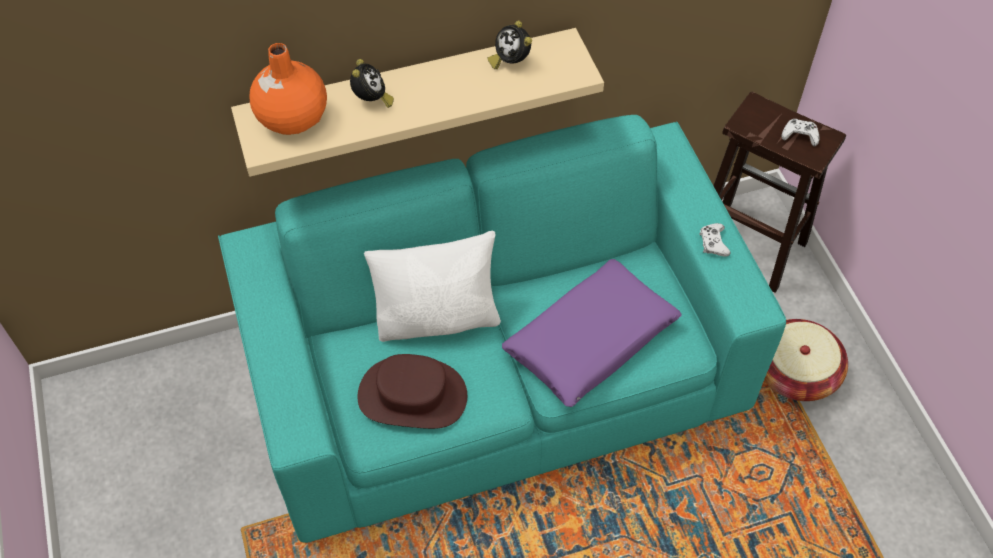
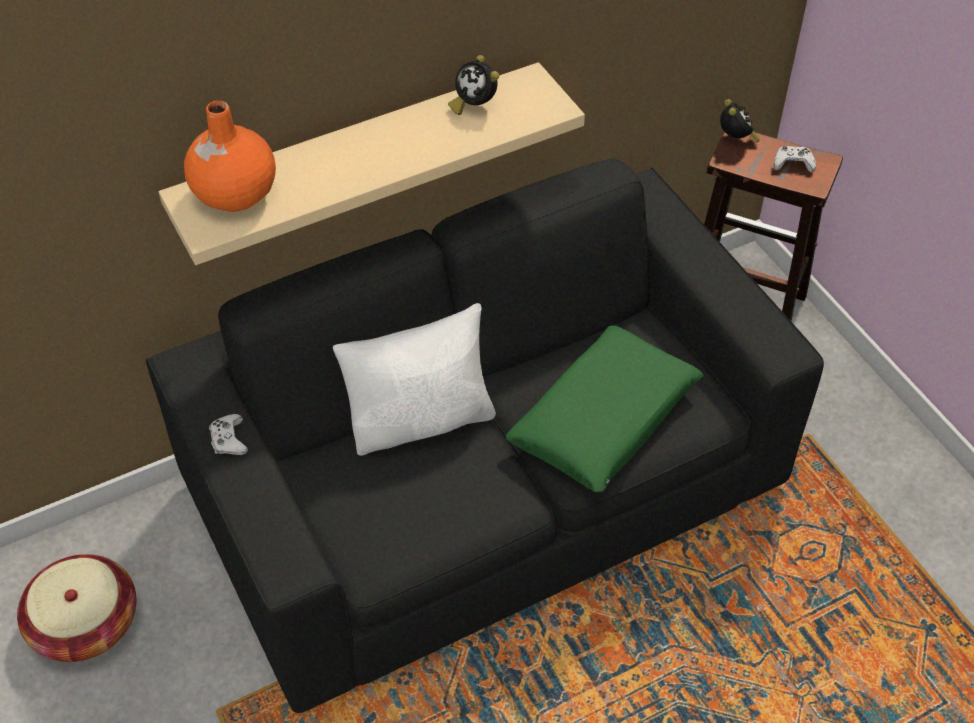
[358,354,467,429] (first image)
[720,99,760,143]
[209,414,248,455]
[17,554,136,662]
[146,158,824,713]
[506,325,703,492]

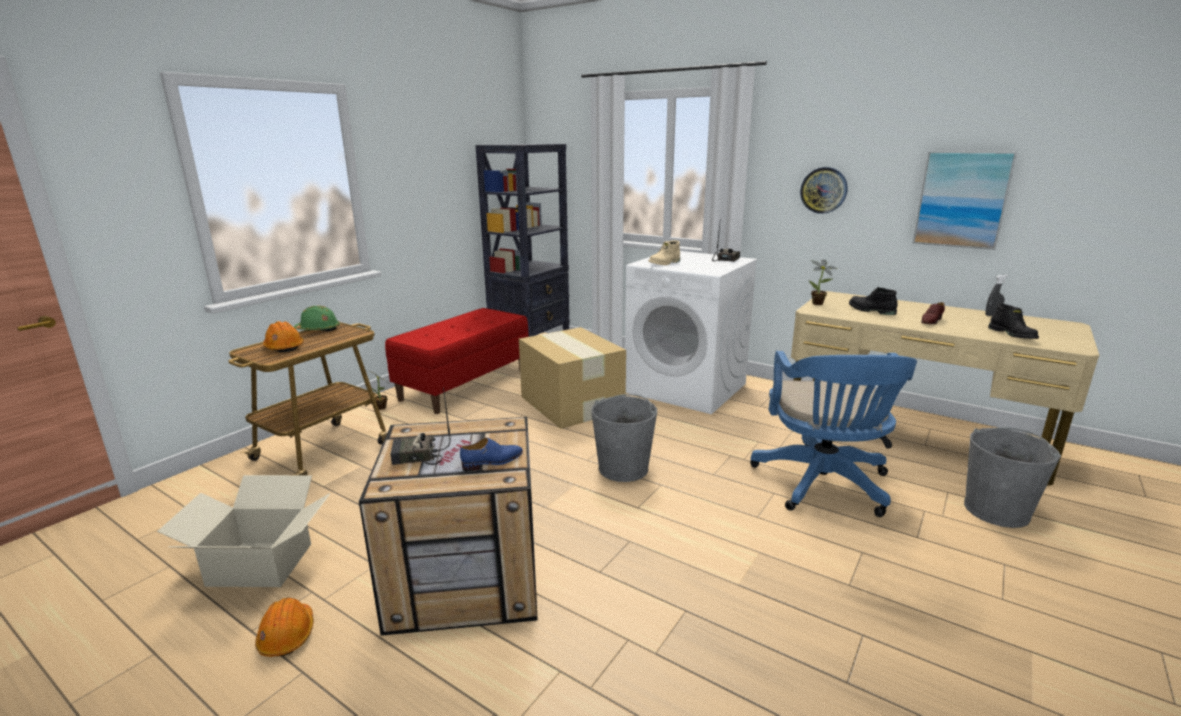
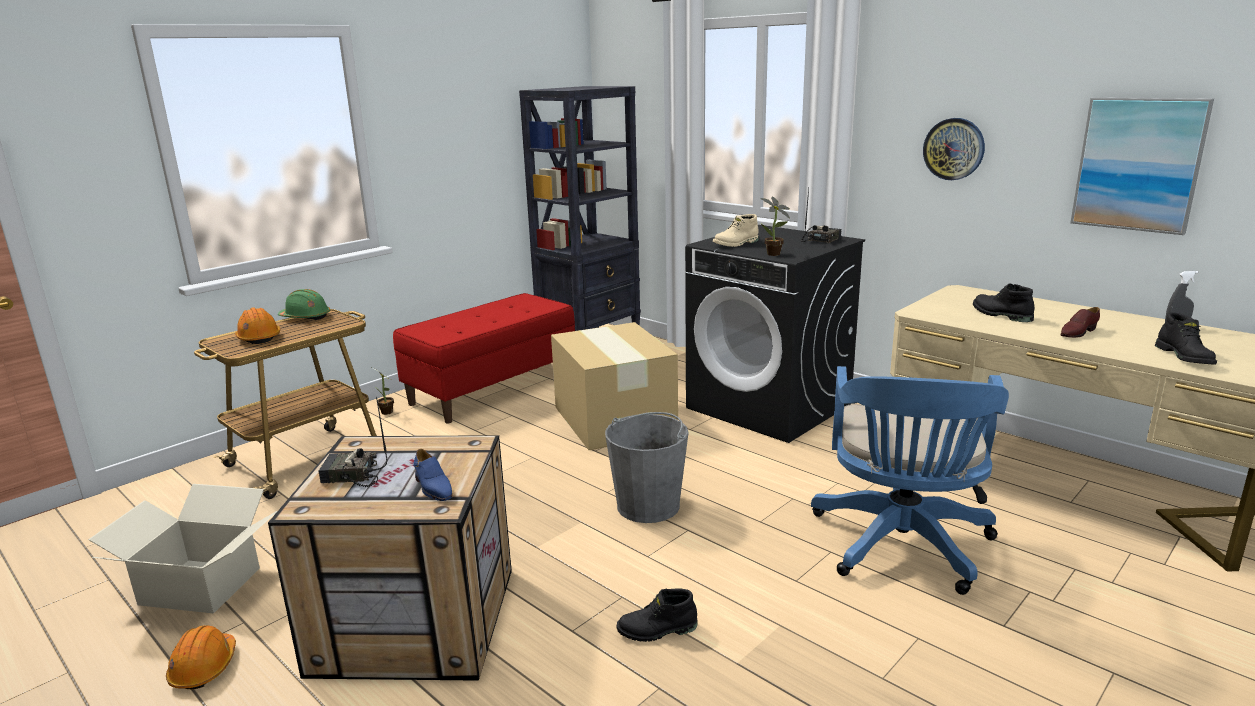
[964,427,1061,528] (first image)
[616,589,697,642]
[761,196,790,256]
[685,225,865,443]
[413,449,452,501]

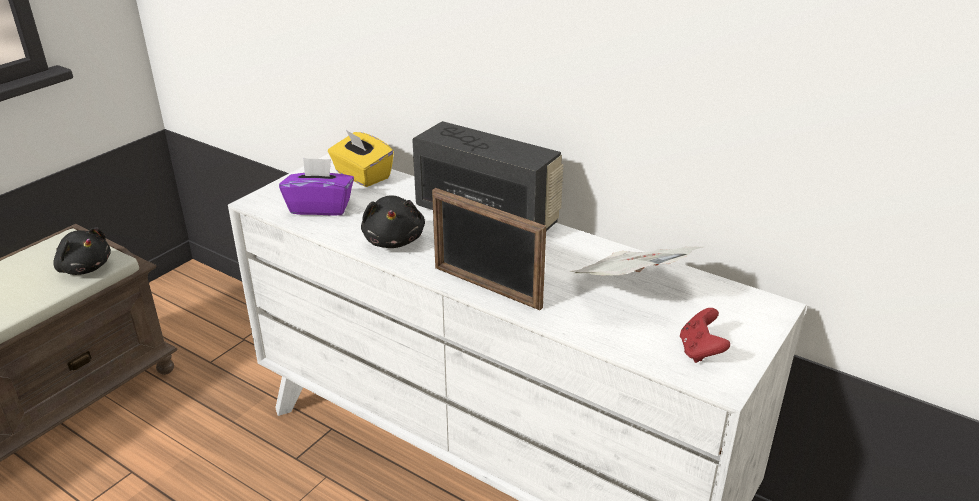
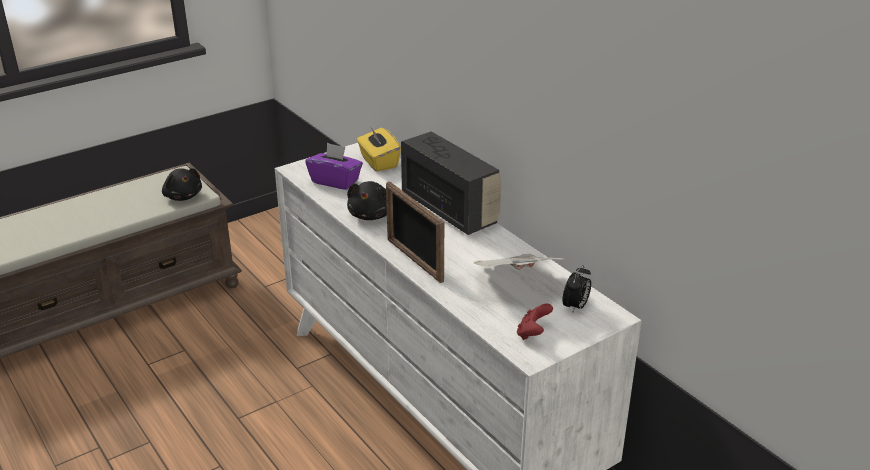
[562,265,591,314]

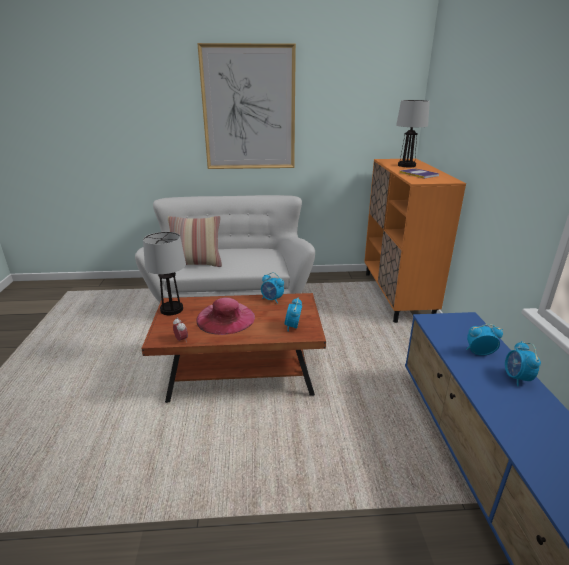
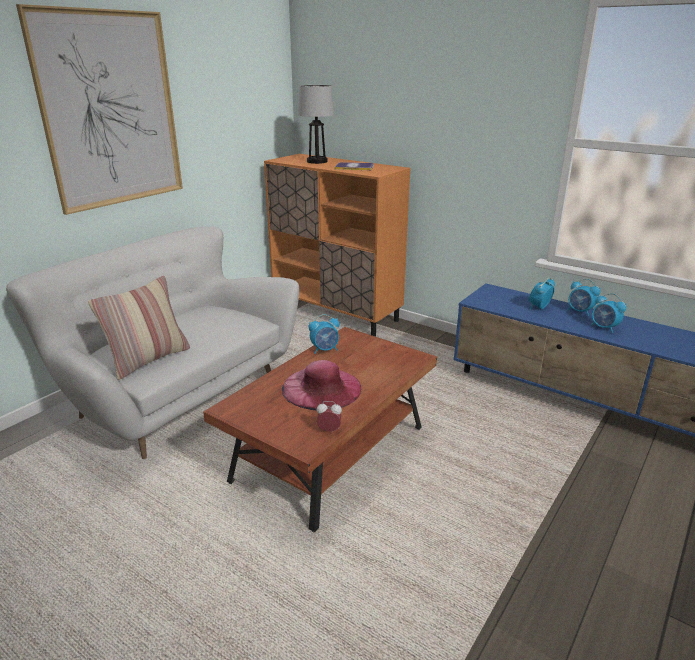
[143,232,186,315] (first image)
[591,293,627,333]

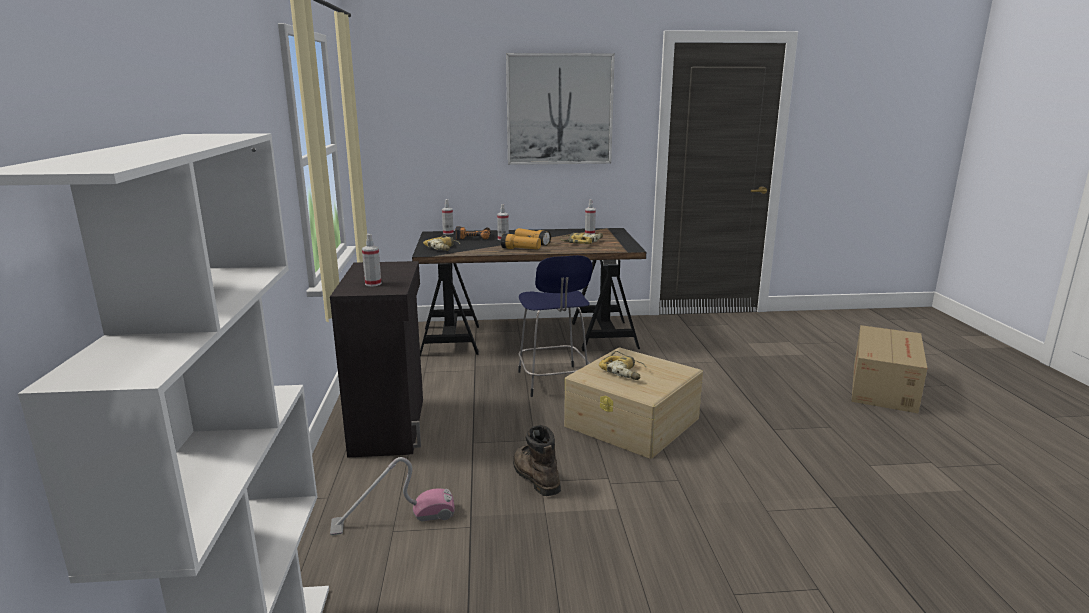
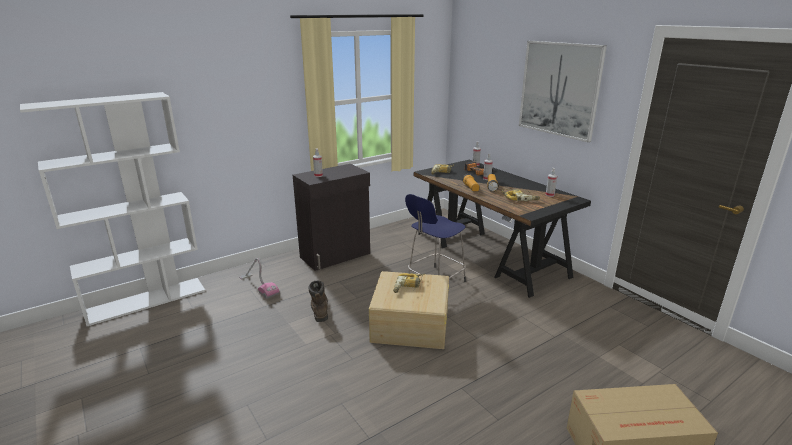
[308,280,328,322]

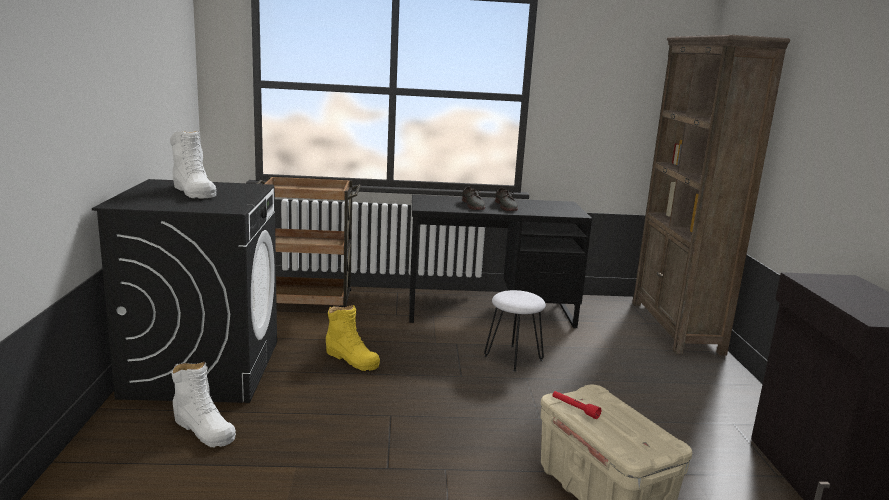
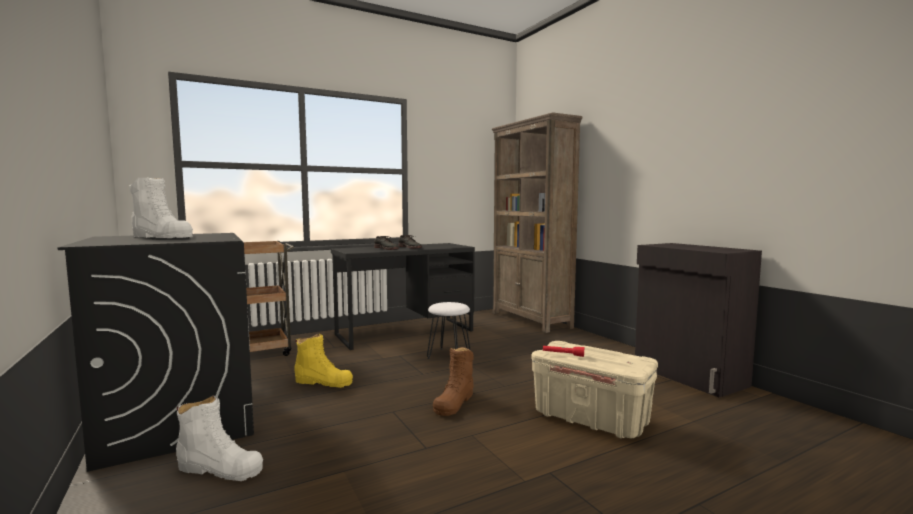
[433,347,474,416]

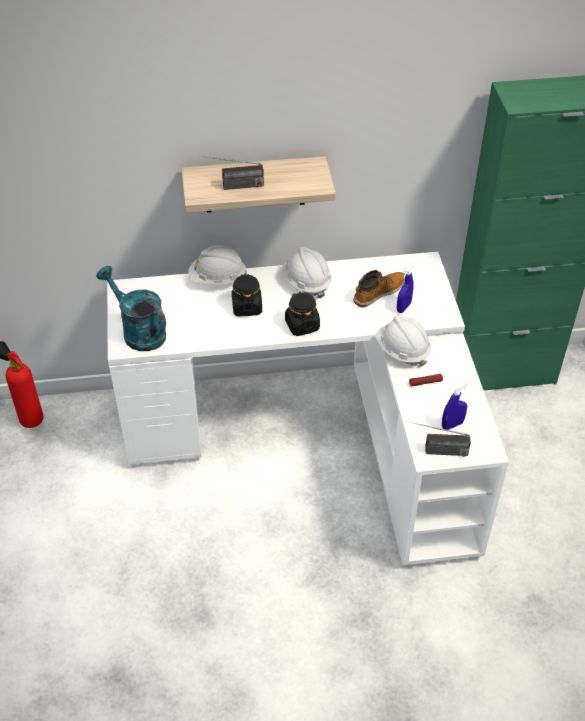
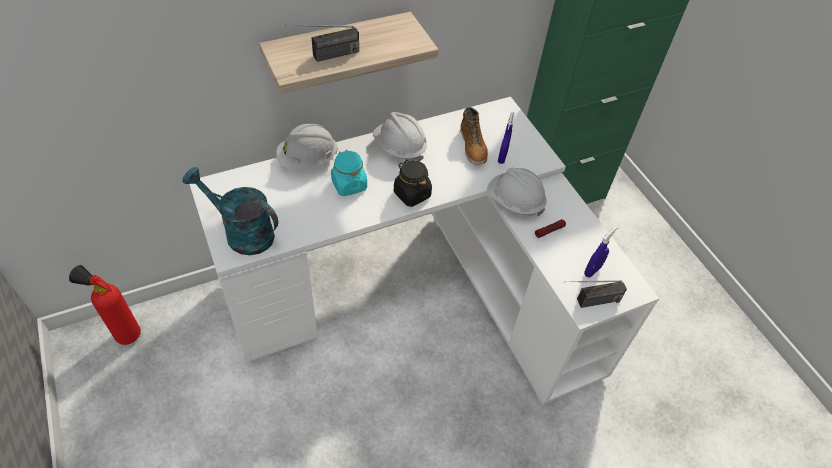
[331,150,367,196]
[460,107,488,165]

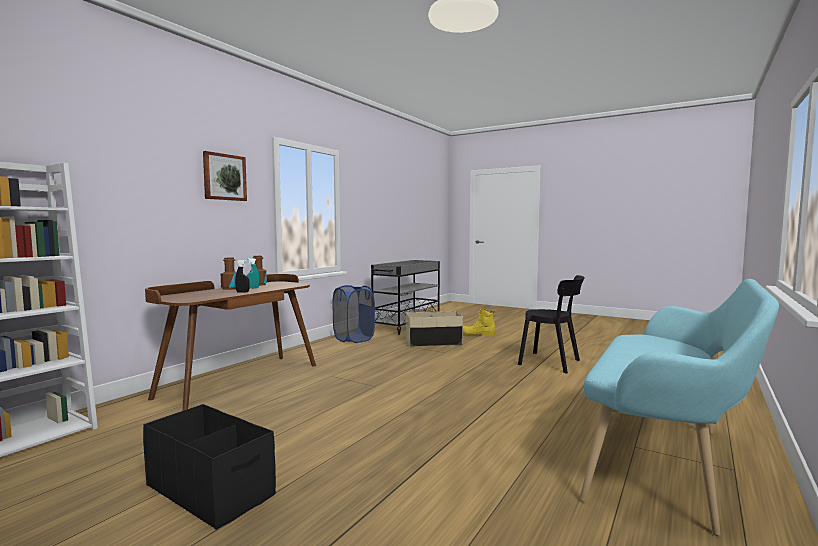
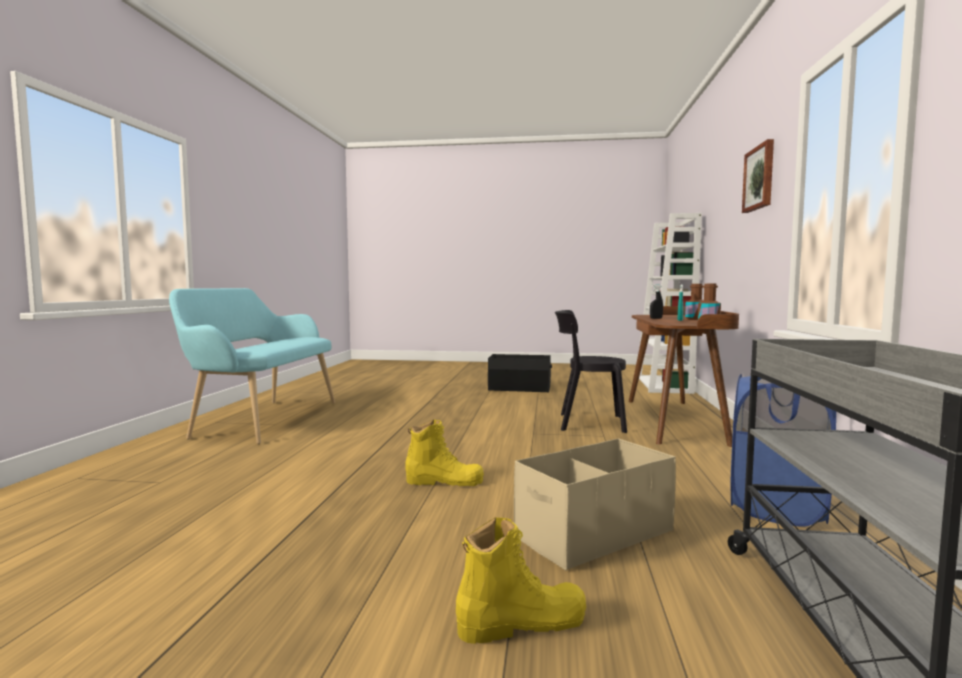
[405,420,484,486]
[555,310,627,433]

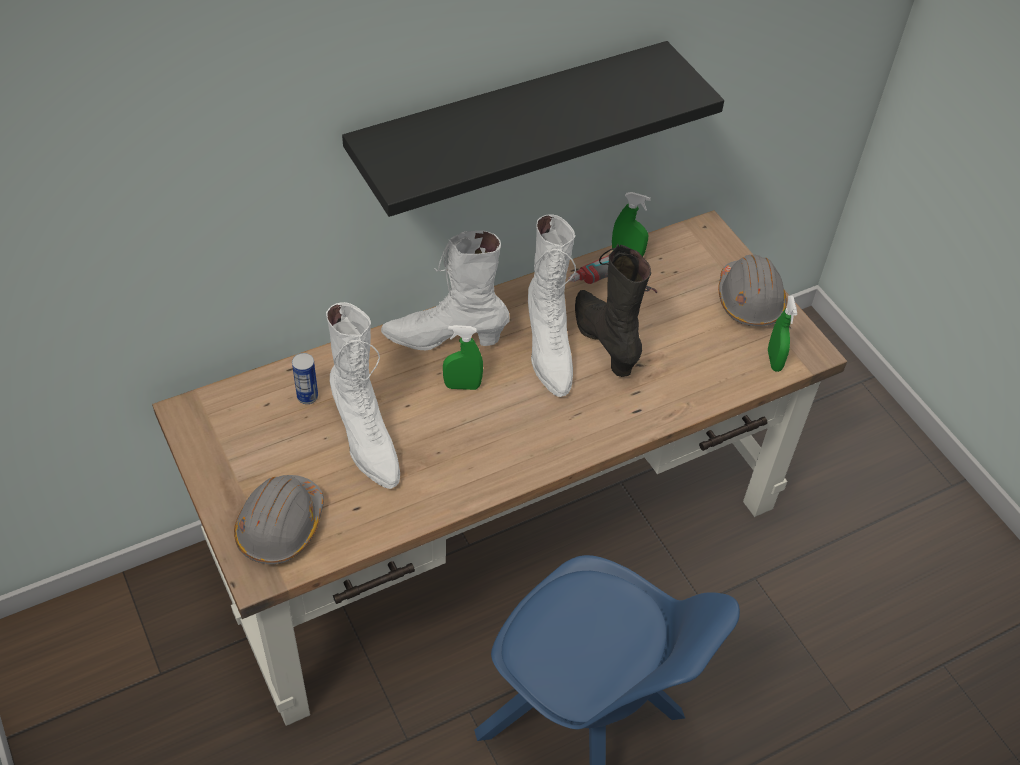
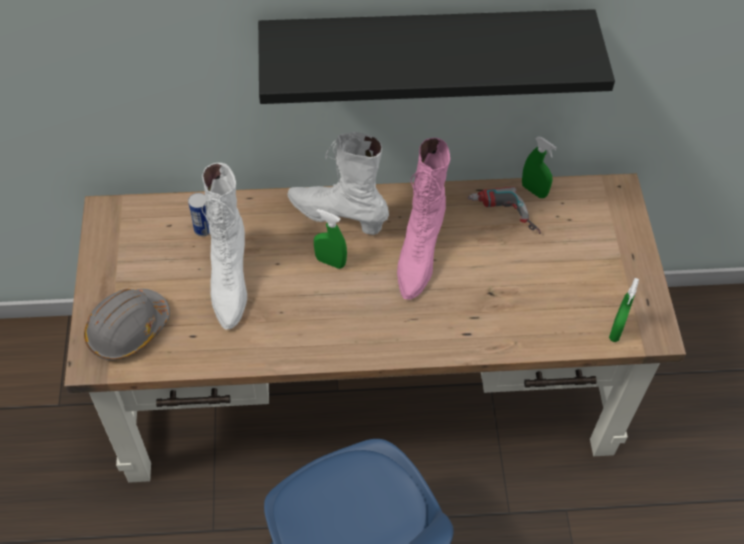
[575,244,651,377] (first image)
[718,255,787,326] (first image)
[397,138,450,300]

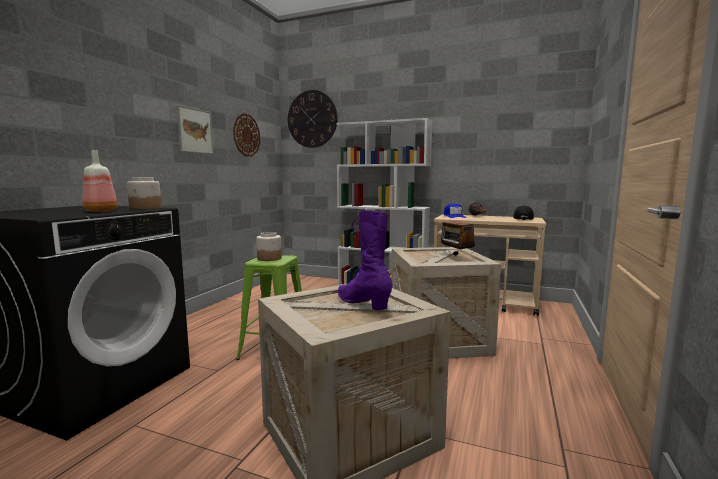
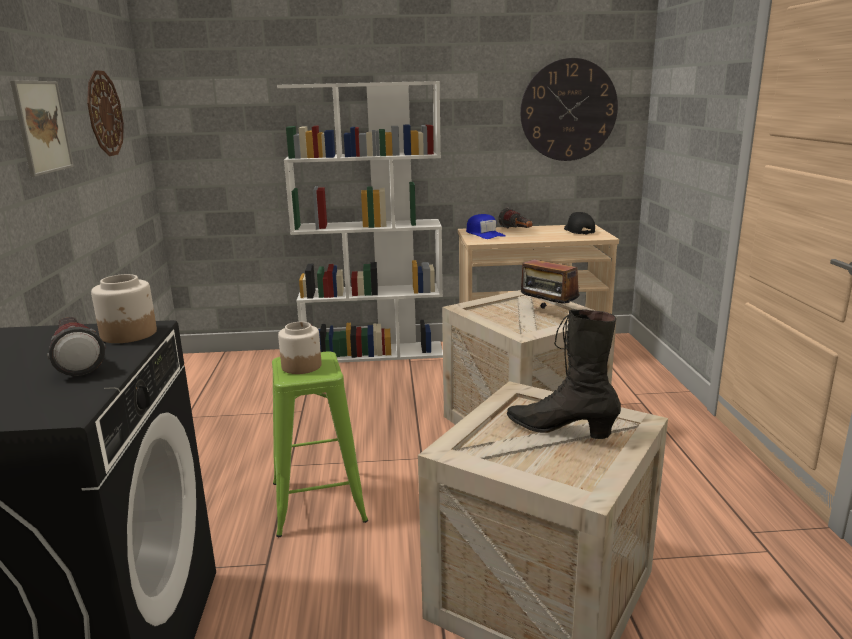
[520,58,618,161]
[47,317,106,376]
[507,309,621,439]

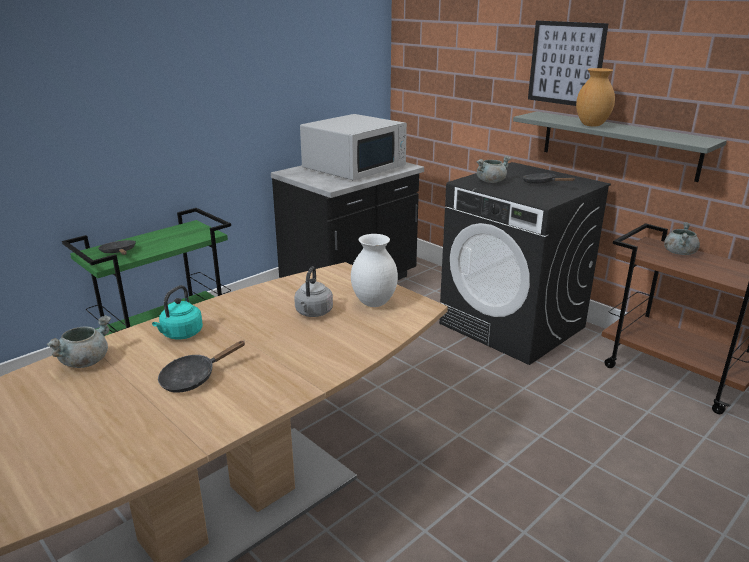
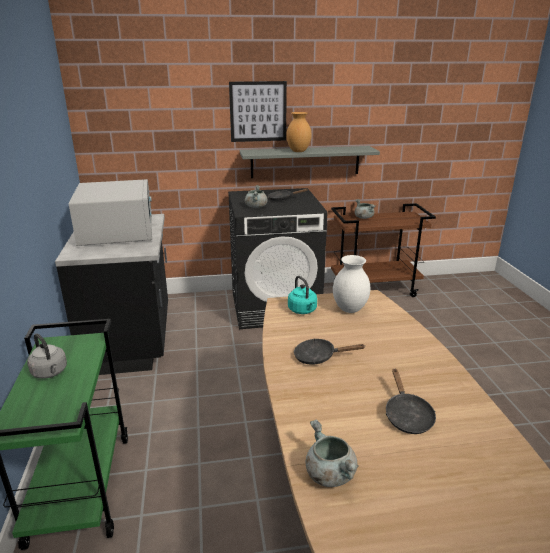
[294,339,366,365]
[288,276,317,314]
[27,333,67,378]

